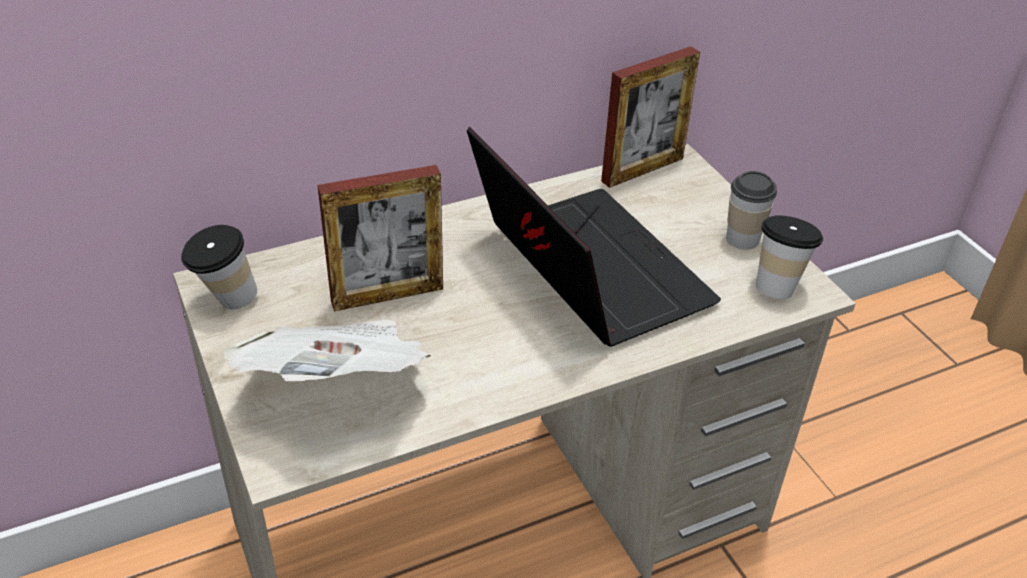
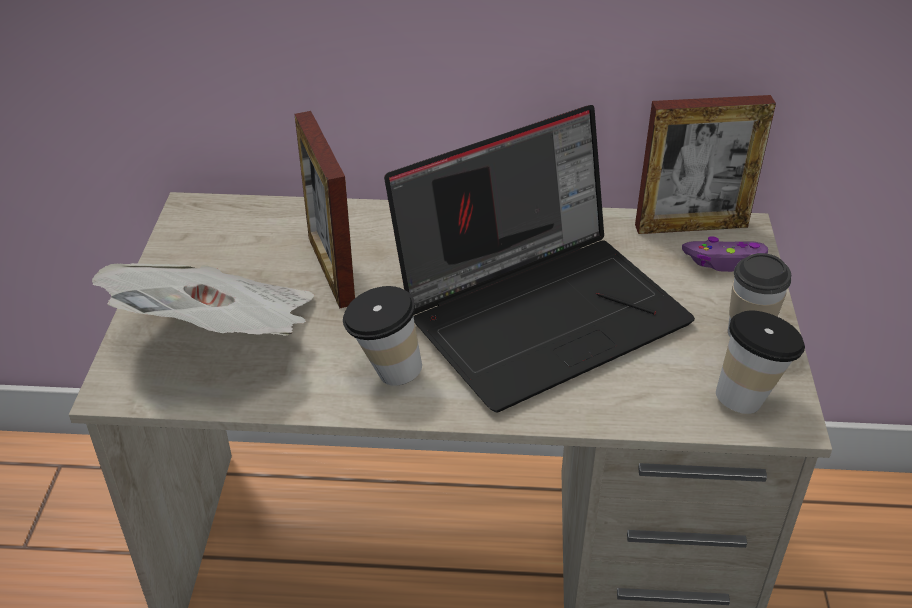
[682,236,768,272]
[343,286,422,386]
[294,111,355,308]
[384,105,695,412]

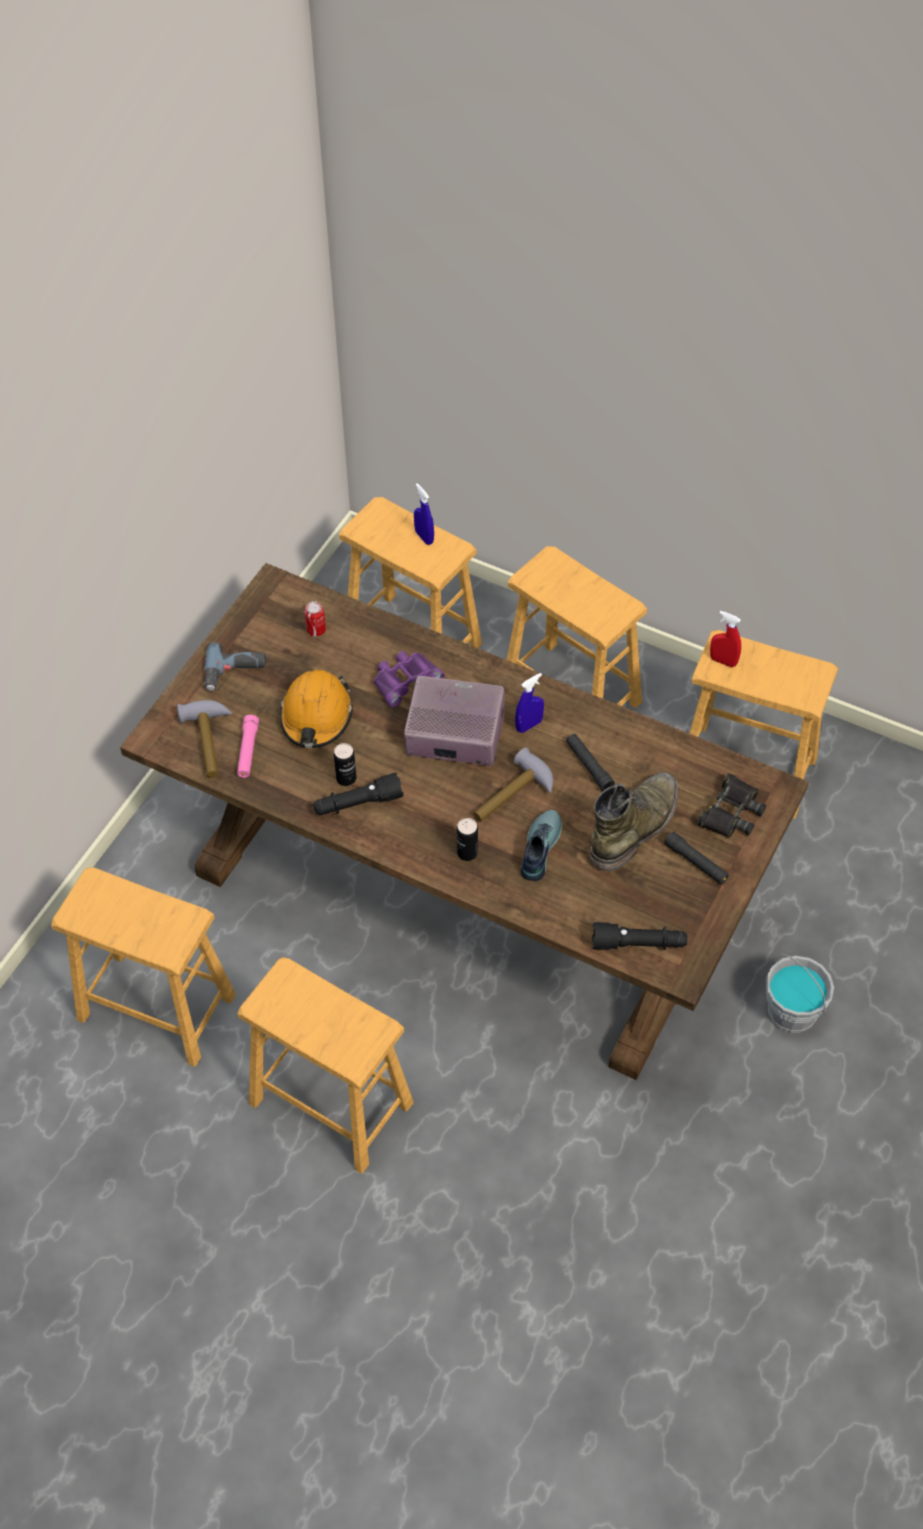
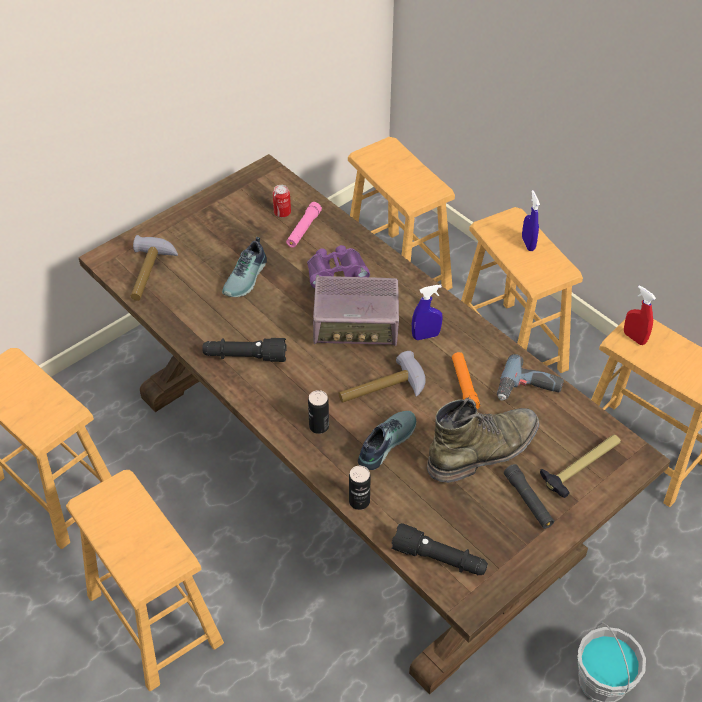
[497,354,564,400]
[286,202,322,248]
[349,466,371,510]
[522,190,540,251]
[222,237,267,297]
[540,434,621,498]
[452,352,480,409]
[313,276,399,346]

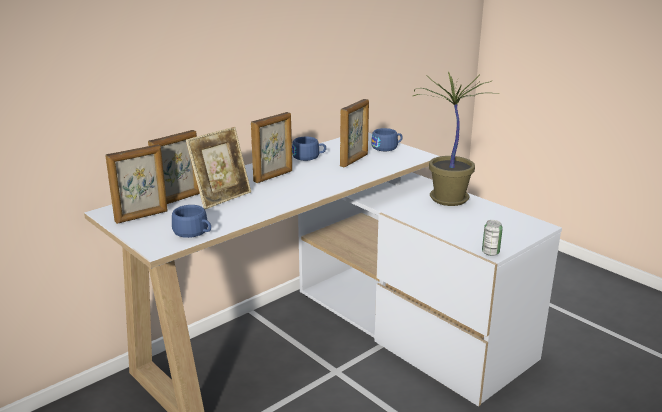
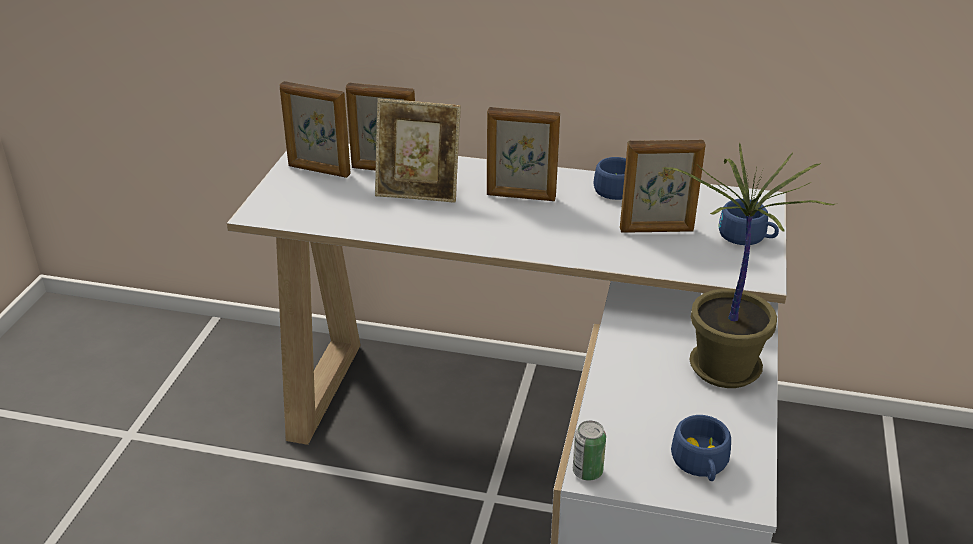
[671,415,731,481]

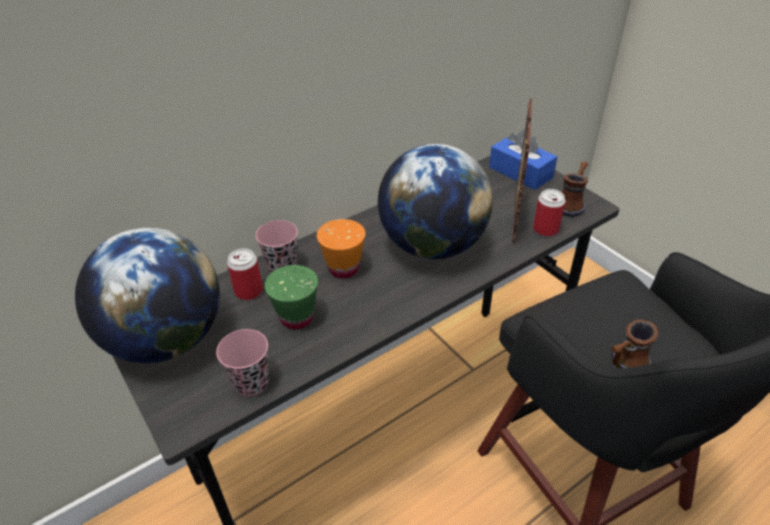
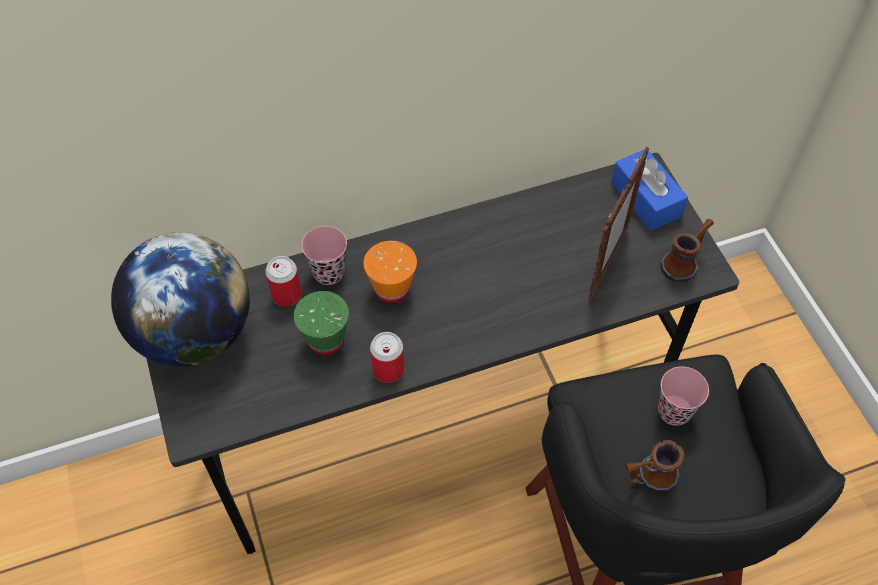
[378,144,493,259] (first image)
[658,366,709,426]
[370,332,404,383]

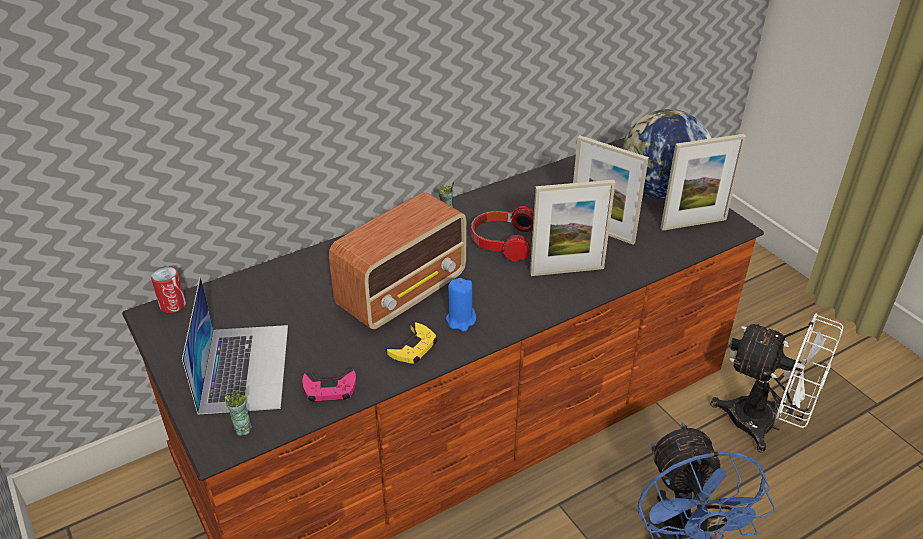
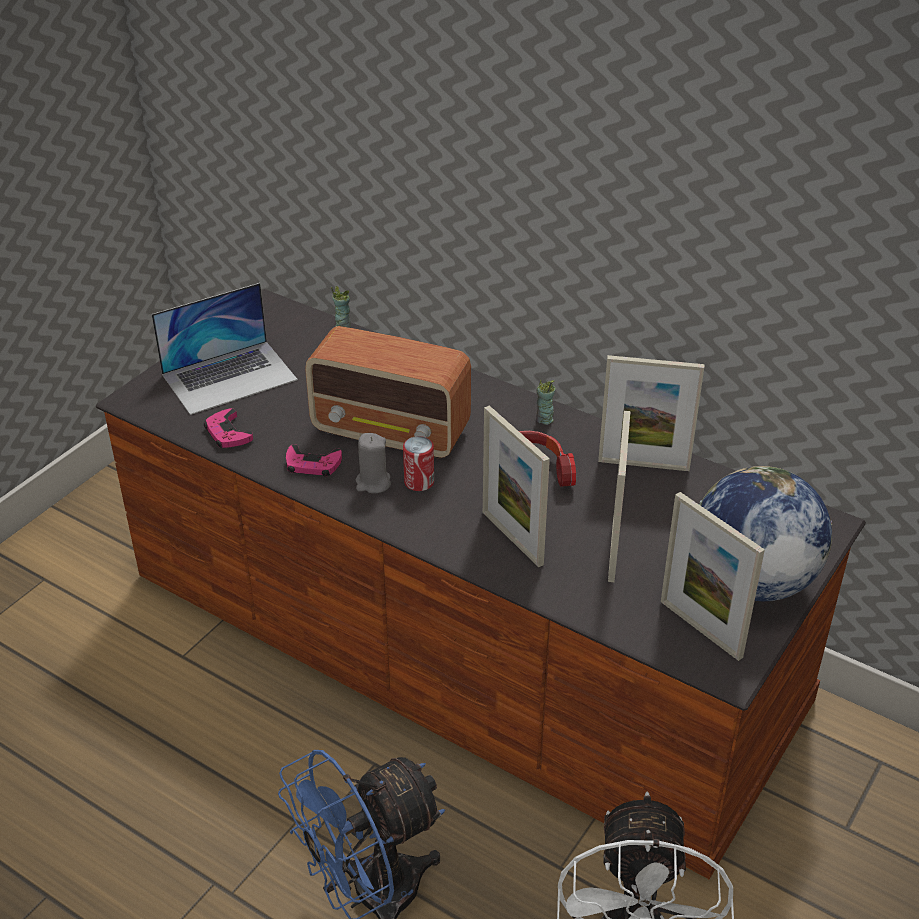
[598,355,704,471]
[403,436,434,491]
[331,286,351,328]
[286,444,342,476]
[356,433,391,494]

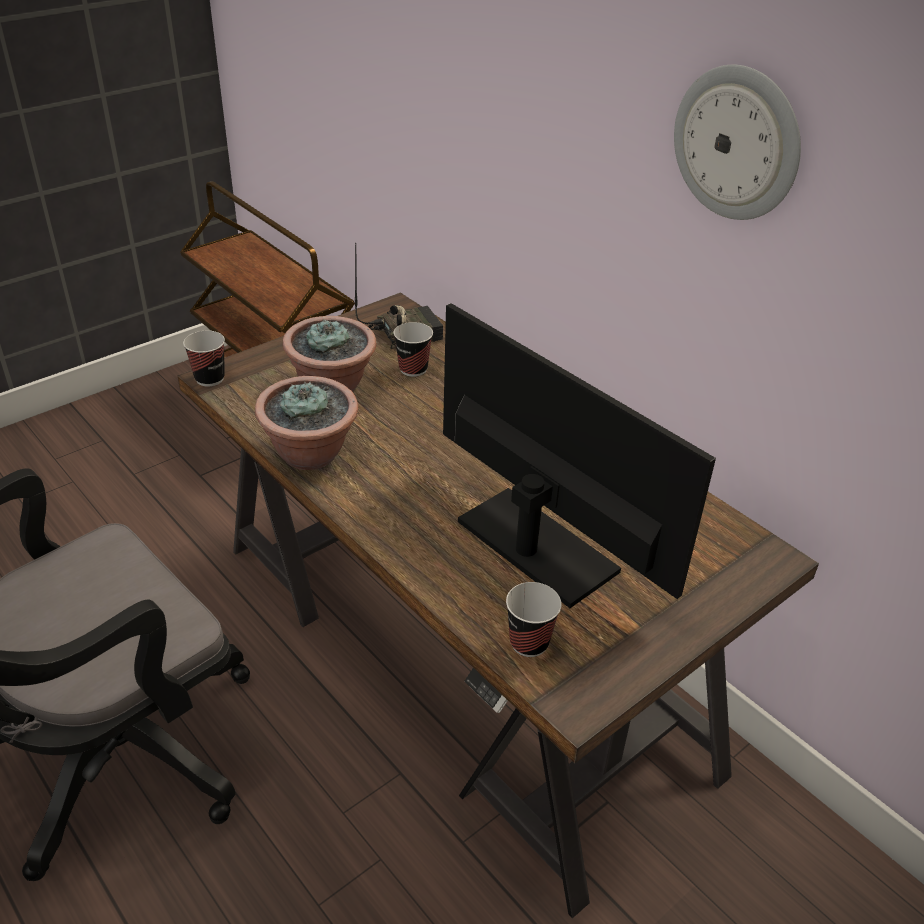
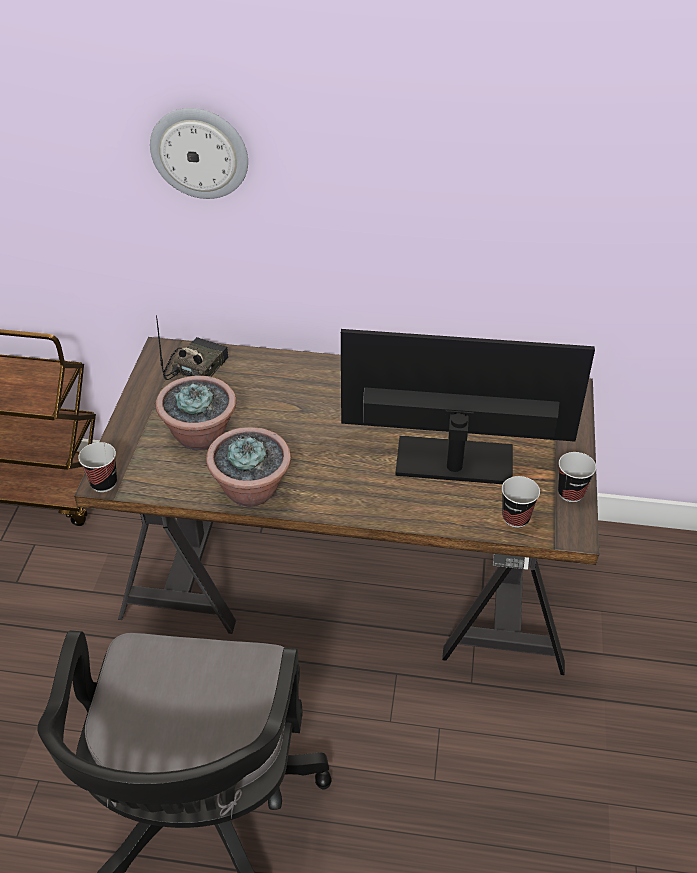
[558,452,596,502]
[150,108,248,199]

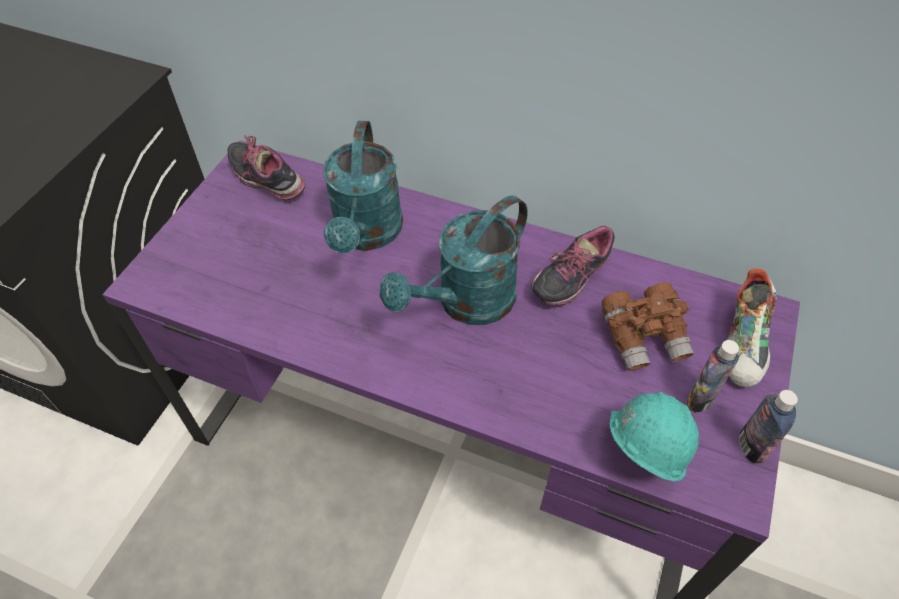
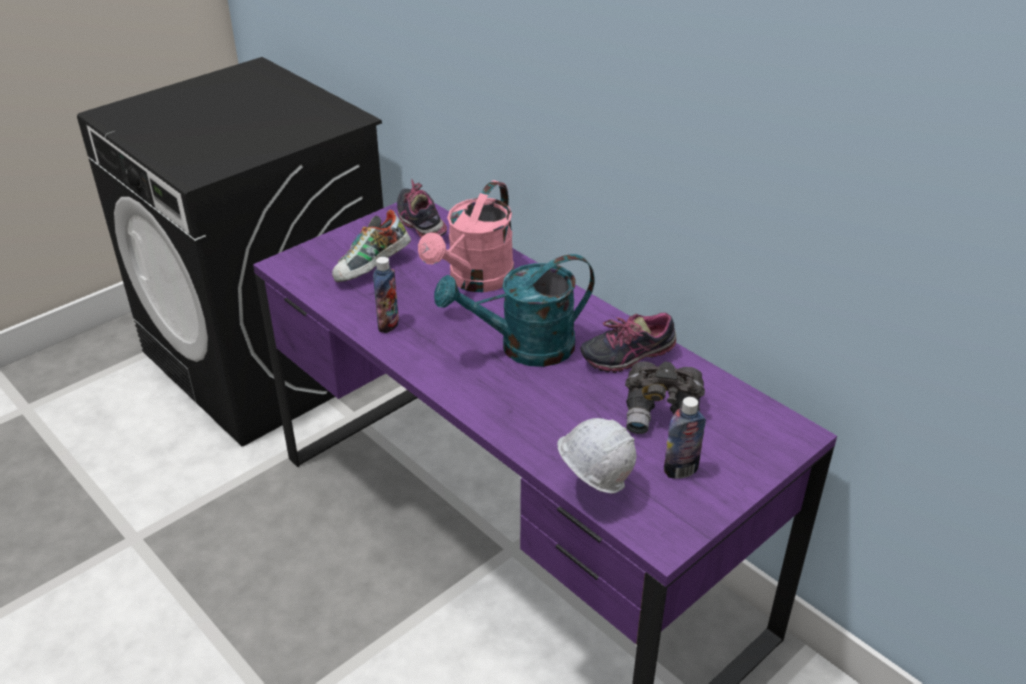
[332,210,411,282]
[373,257,399,333]
[418,180,514,292]
[557,418,636,493]
[625,362,705,434]

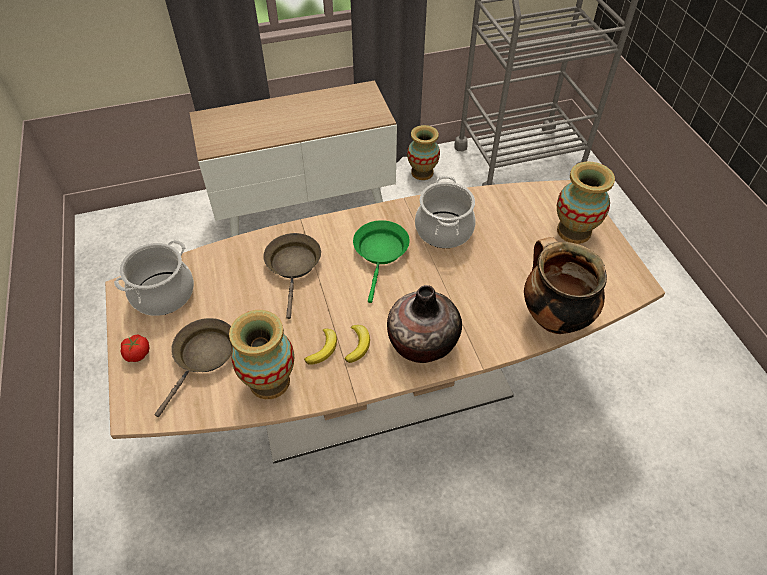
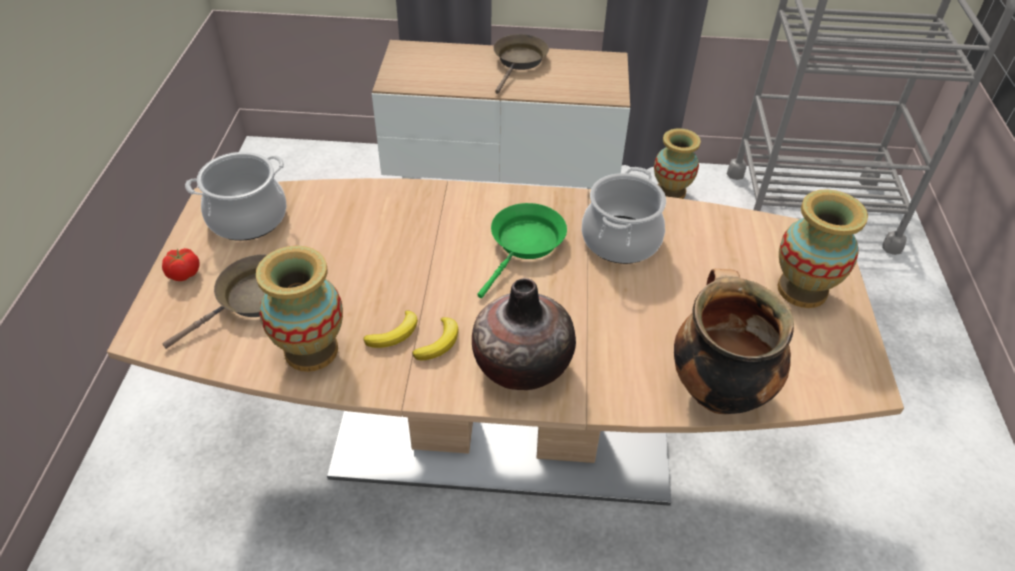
[494,34,549,94]

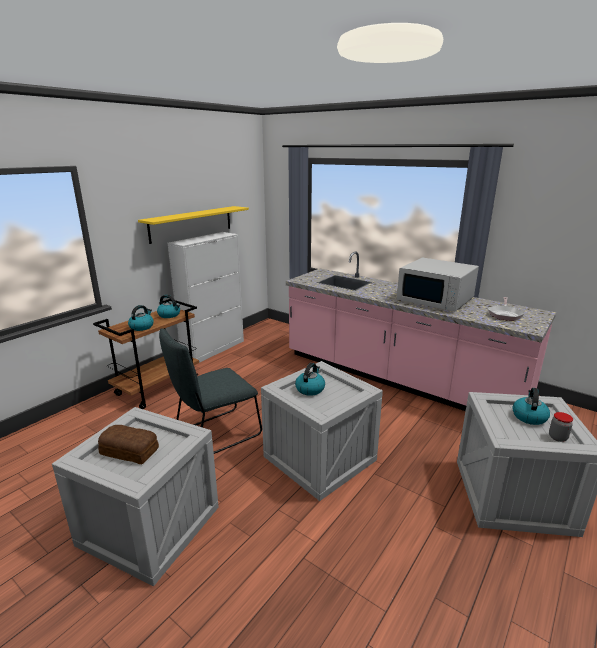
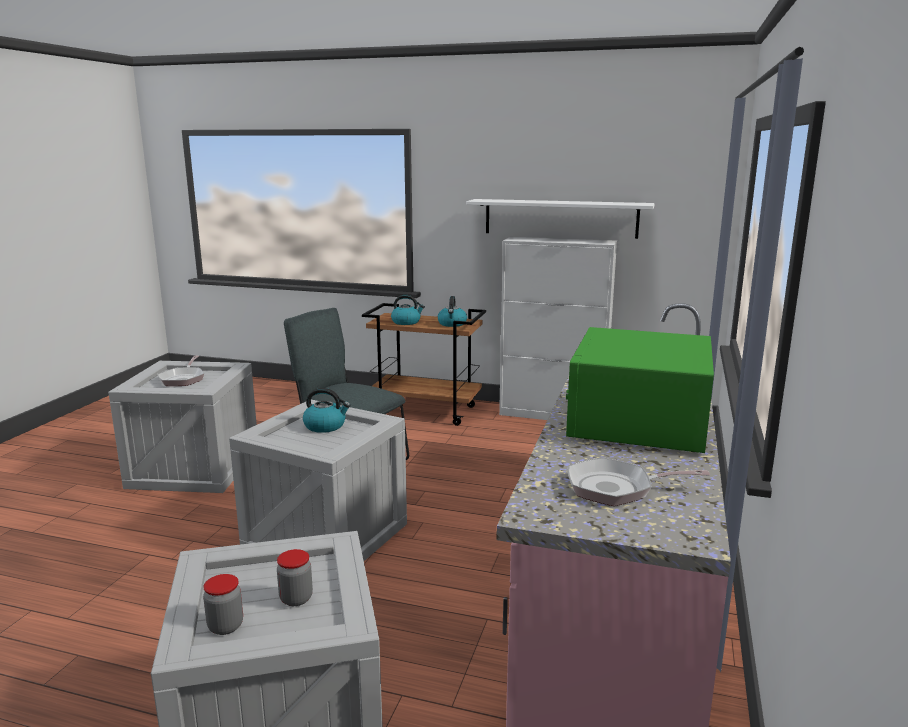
[158,355,204,386]
[277,549,313,606]
[466,199,655,239]
[566,327,714,453]

